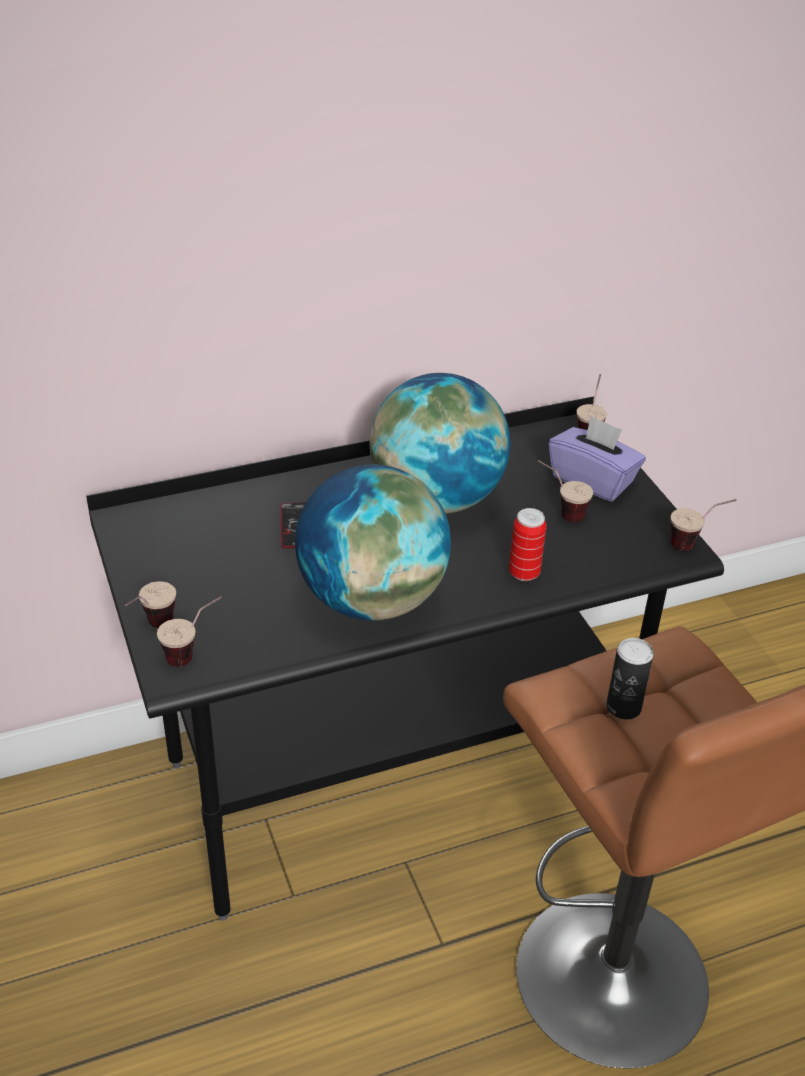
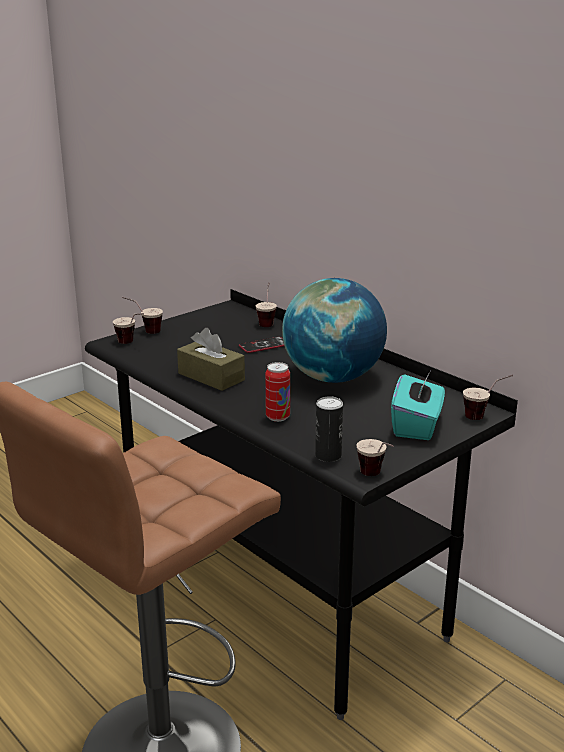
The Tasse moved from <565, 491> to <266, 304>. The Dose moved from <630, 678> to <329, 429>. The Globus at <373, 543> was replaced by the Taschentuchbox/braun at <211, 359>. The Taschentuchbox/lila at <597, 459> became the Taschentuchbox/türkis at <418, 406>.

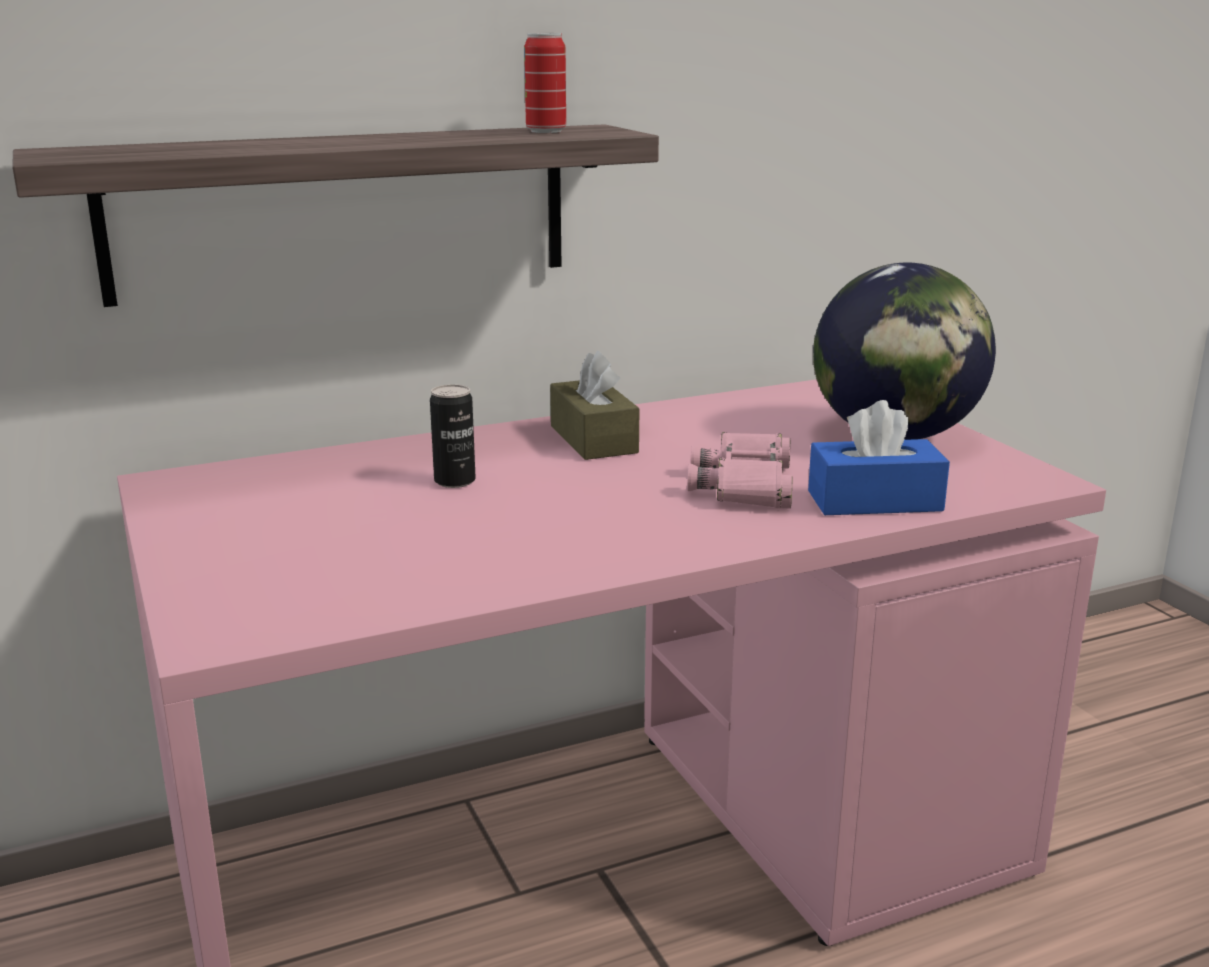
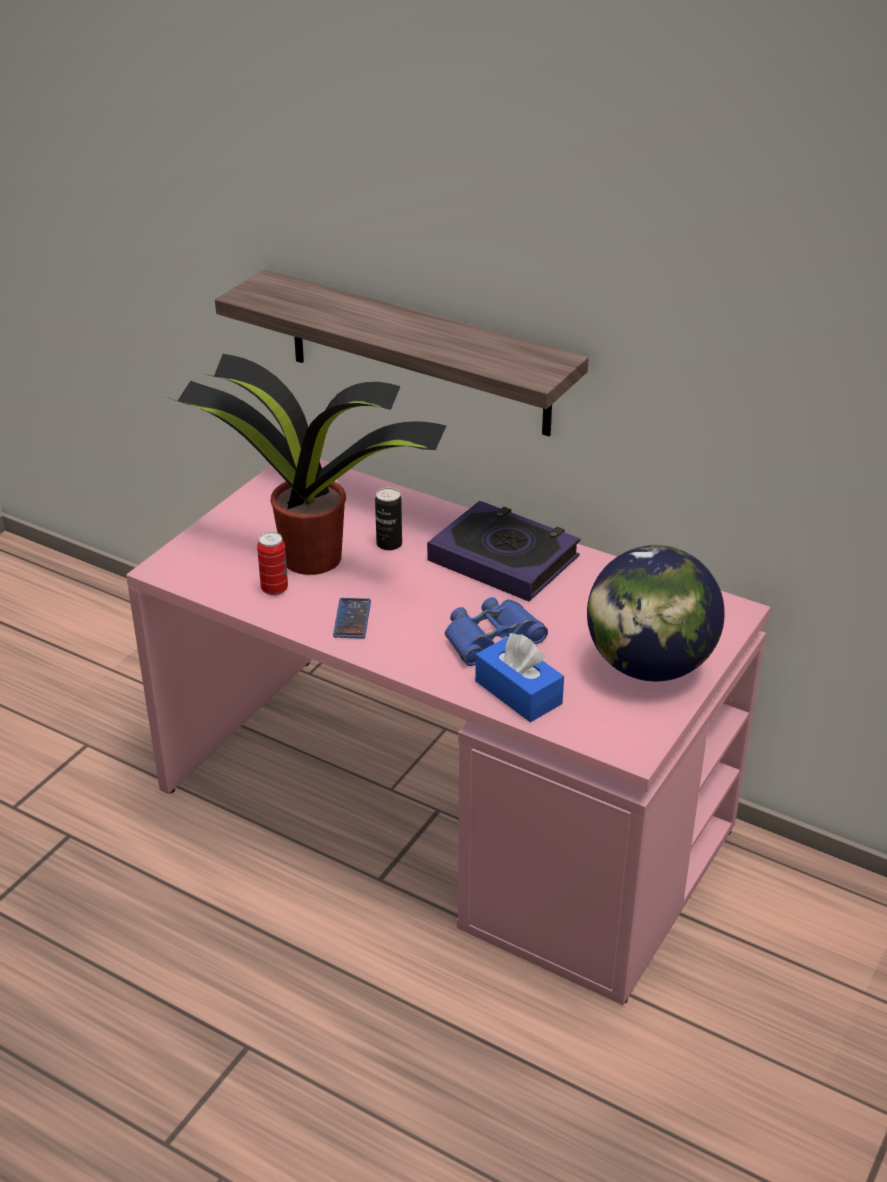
The Topfpflanze at <305, 464> appeared. The Handy at <352, 618> appeared. The Dose moved from <545, 83> to <272, 564>. The Taschentuchbox/braun at <594, 405> was replaced by the Buch at <504, 551>. The Fernglas/rosa at <739, 470> became the Fernglas/blau at <496, 631>.

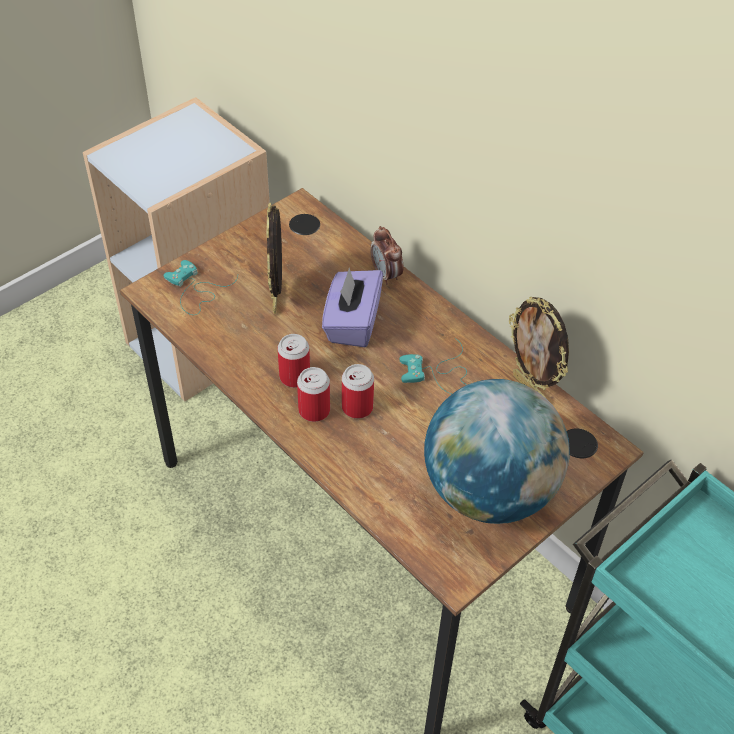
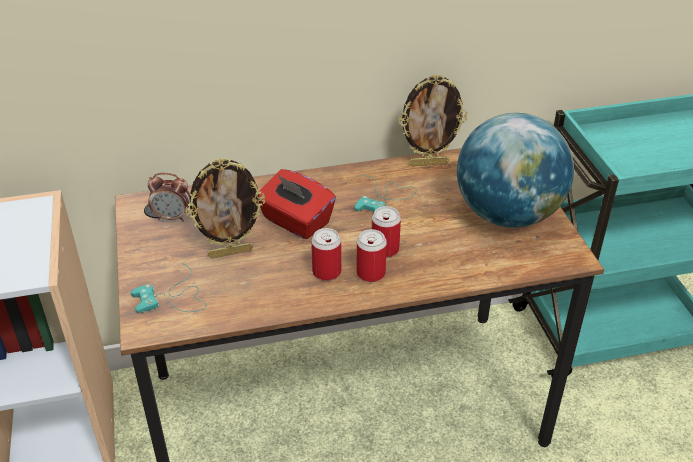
The Wecker moved from <387, 255> to <168, 197>. The Taschentuchbox/lila at <352, 307> became the Taschentuchbox/rot at <297, 204>. The Bilderrahmen at <274, 258> turned 45 degrees counterclockwise.

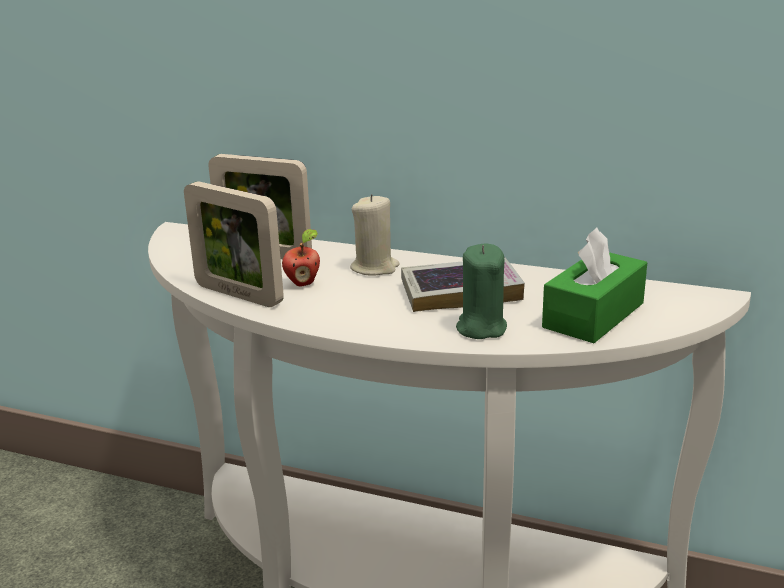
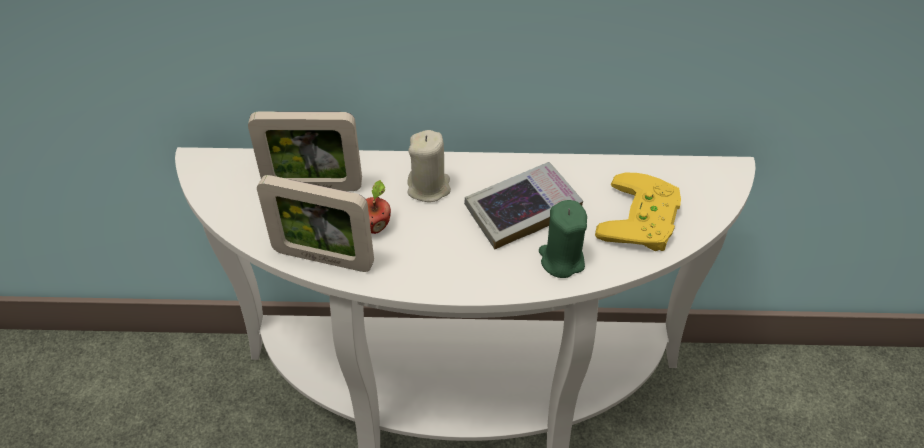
The Taschentuchbox/grün at <594, 285> was replaced by the Gamepad/gelb at <638, 211>.

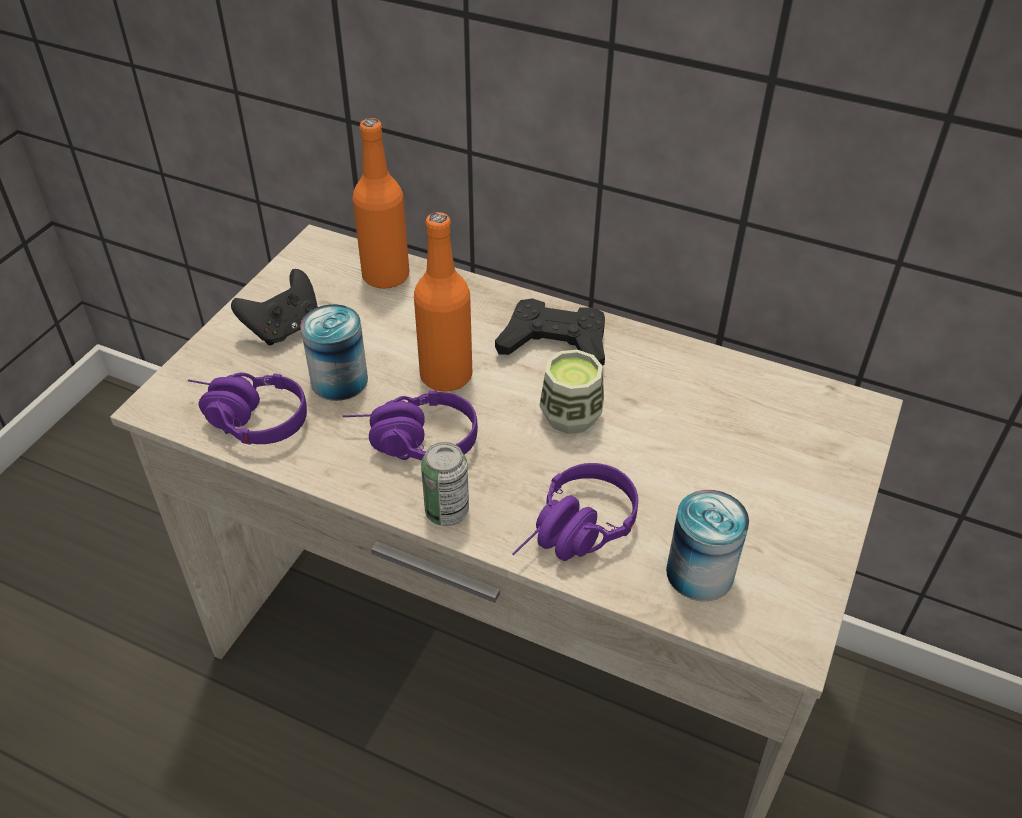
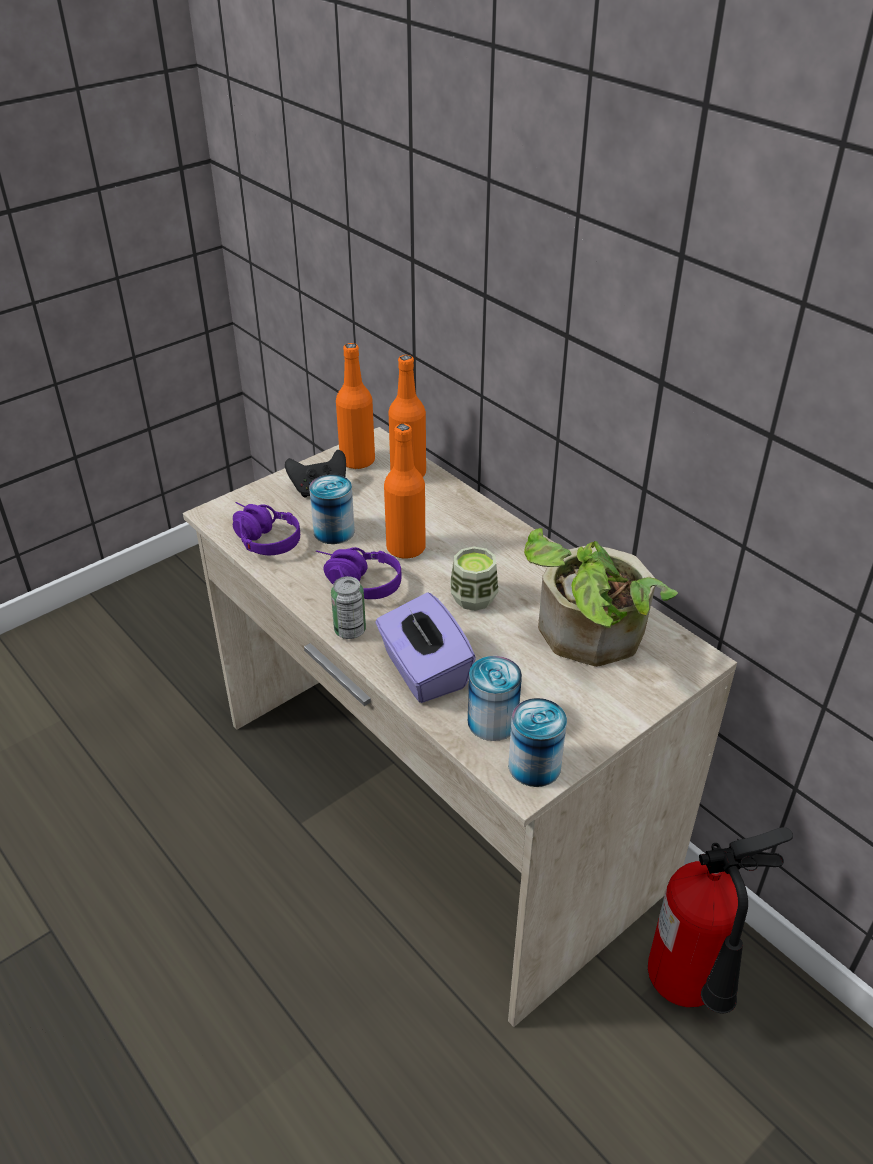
The Gamepad/schwarz at <550, 332> disappeared. The Flasche/orange at <355, 406> appeared. The Dose at <537, 742> appeared. The Topfpflanze at <601, 597> appeared. The Feuerlöscher at <720, 920> appeared. The Kopfhörer/lila at <575, 512> was replaced by the Taschentuchbox/lila at <425, 647>.

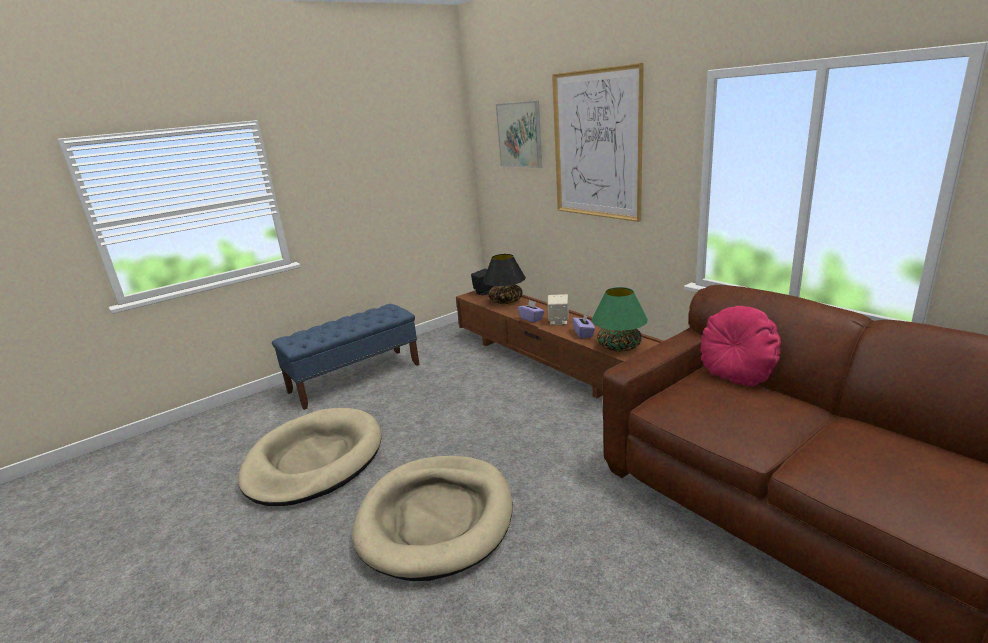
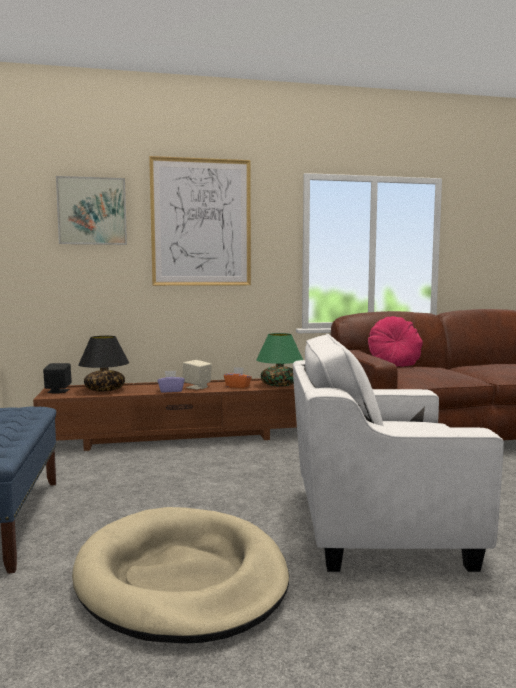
The Hundebett/beige at <432, 518> was replaced by the Sessel/weiß at <398, 453>. The Taschentuchbox/lila at <583, 326> became the Taschentuchbox/orange at <238, 377>.

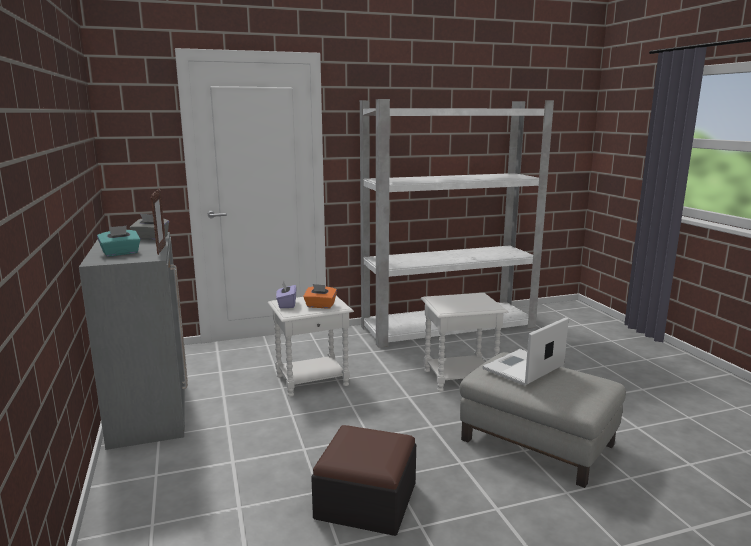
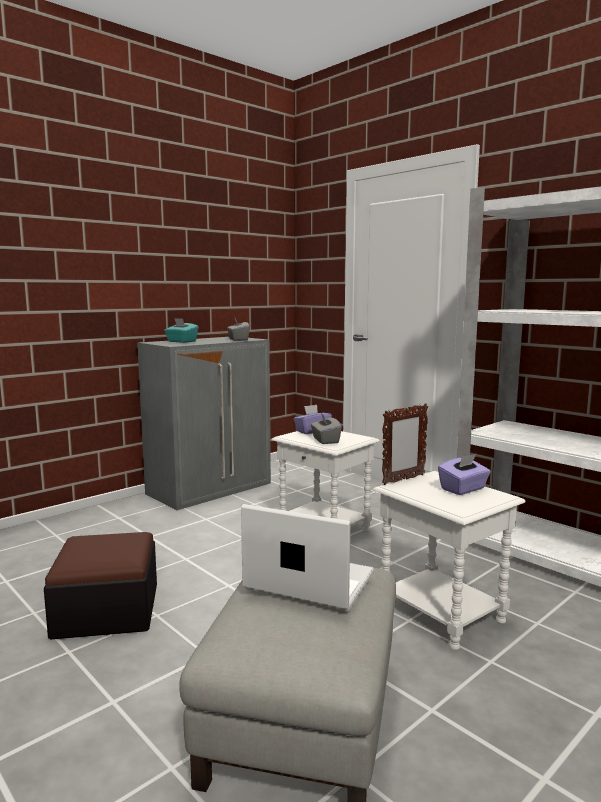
The Taschentuchbox/lila at <464, 474> appeared. The Bilderrahmen moved from <158, 221> to <405, 444>. The Taschentuchbox/orange at <320, 296> became the Taschentuchbox/grau at <326, 428>.

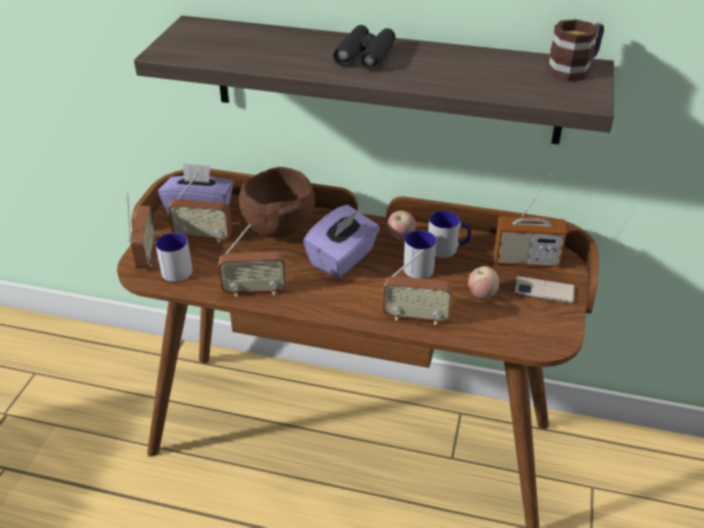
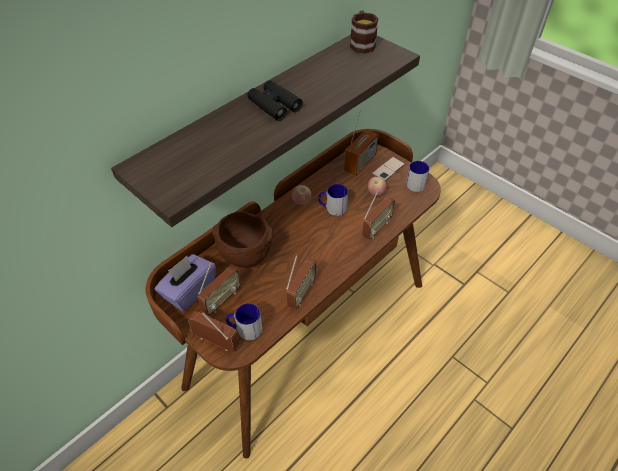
The Taschentuchbox/lila at <341, 241> disappeared. The Henkelbecher moved from <449, 234> to <417, 176>.

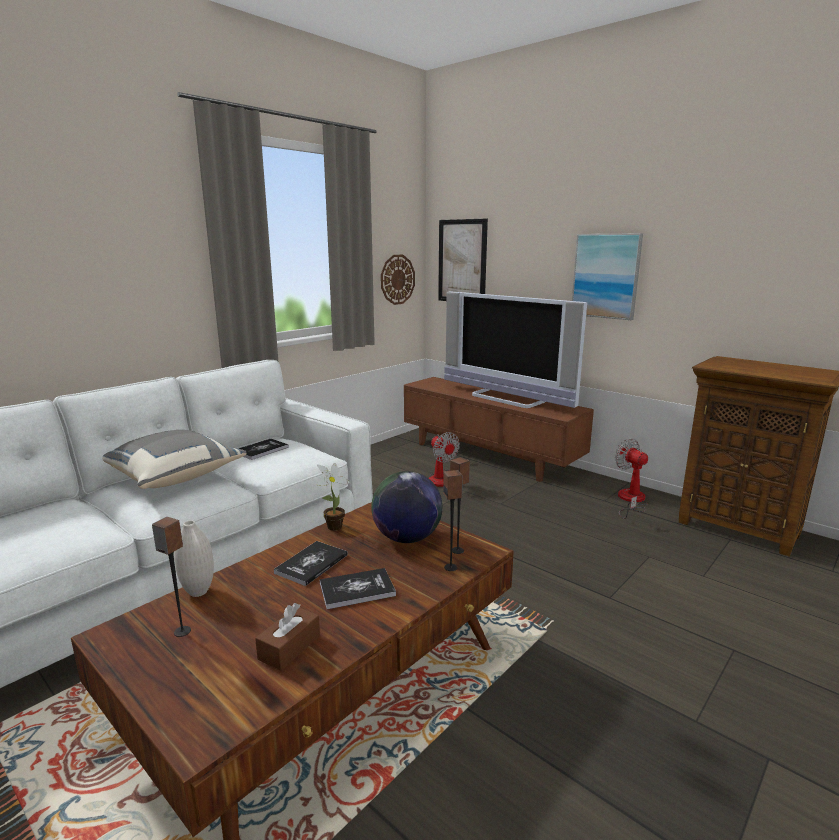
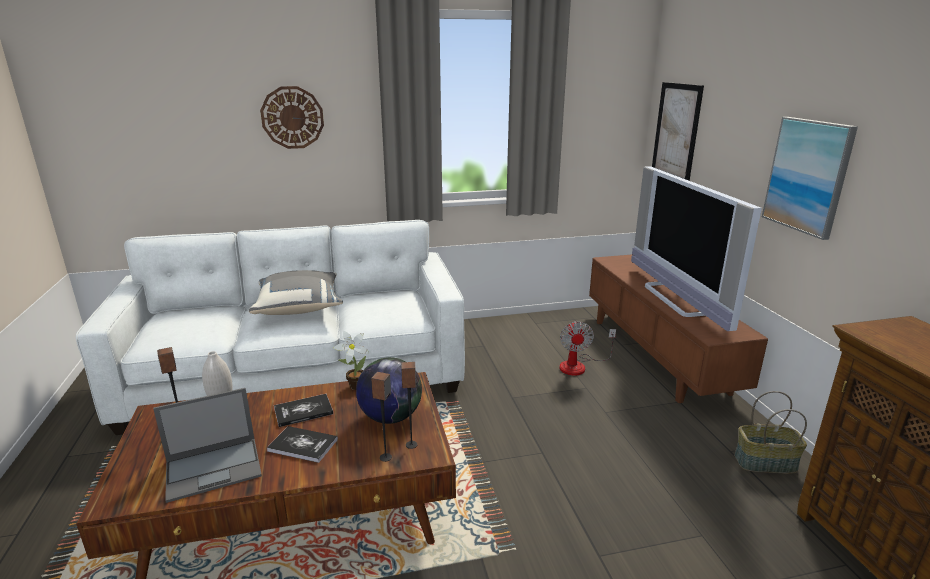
The Buch at <264, 449> disappeared. The Wanduhr moved from <398, 280> to <292, 117>. The Taschentuchbox/braun at <287, 637> was replaced by the Laptop at <207, 445>. The Ventilator at <631, 478> was replaced by the Korb at <770, 432>.

